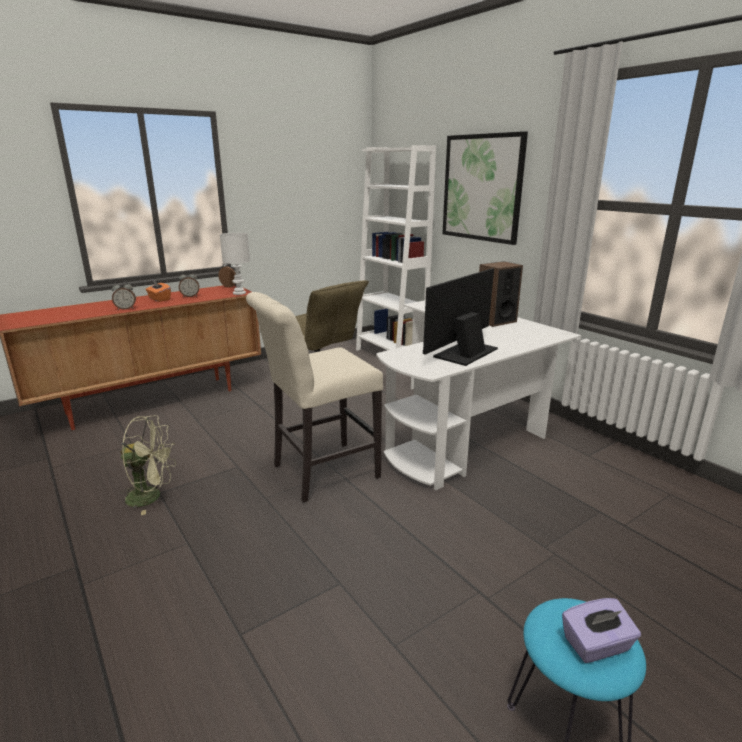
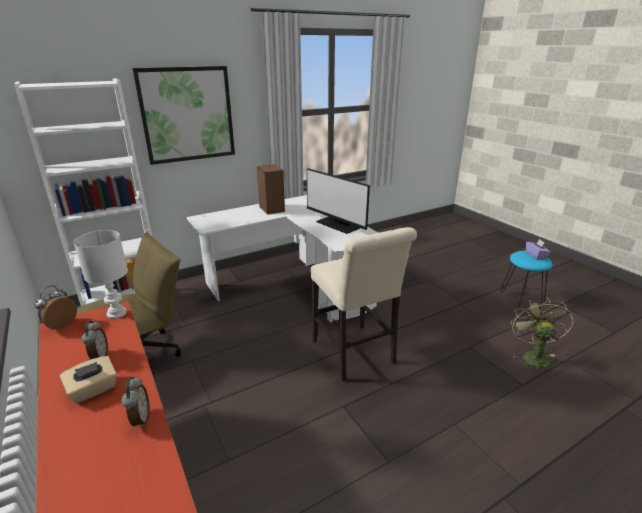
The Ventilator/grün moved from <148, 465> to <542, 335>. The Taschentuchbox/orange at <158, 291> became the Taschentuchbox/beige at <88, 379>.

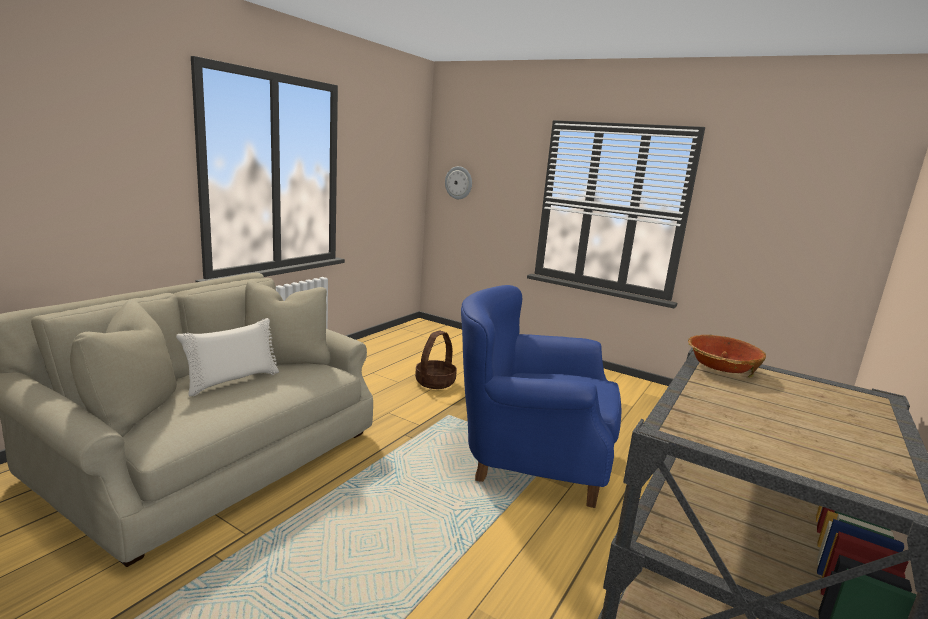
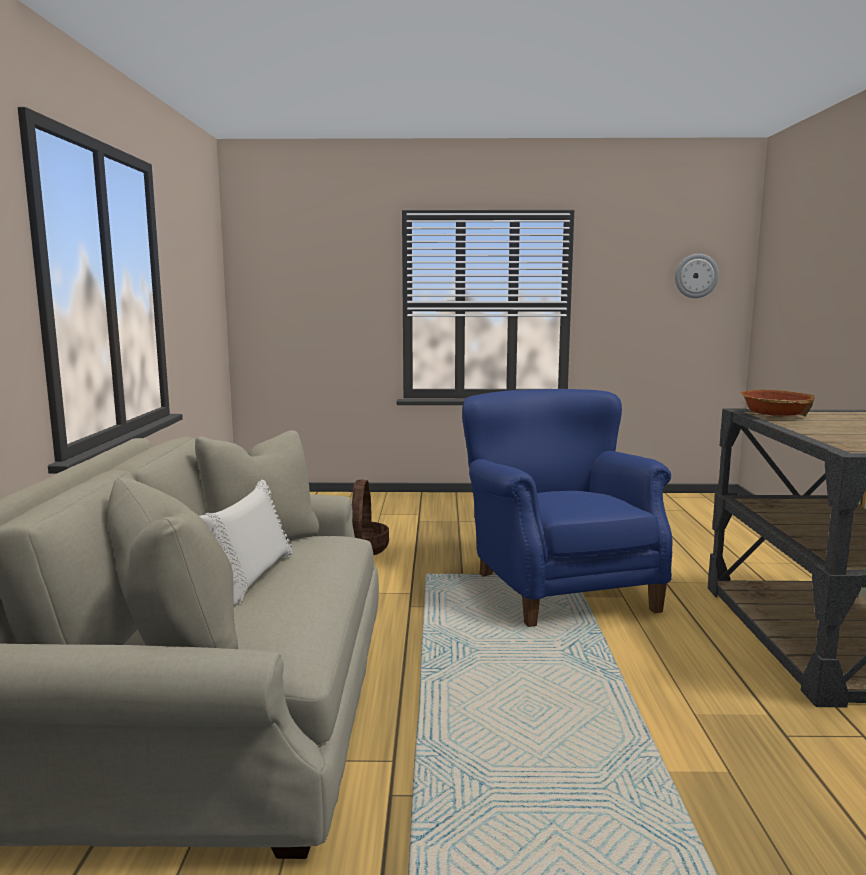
The Wanduhr moved from <458, 182> to <697, 276>. The Sessel/blau at <541, 396> turned 90 degrees clockwise.

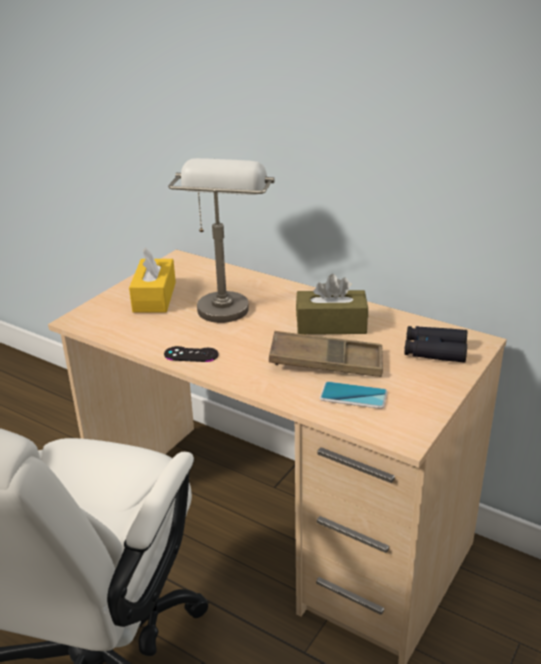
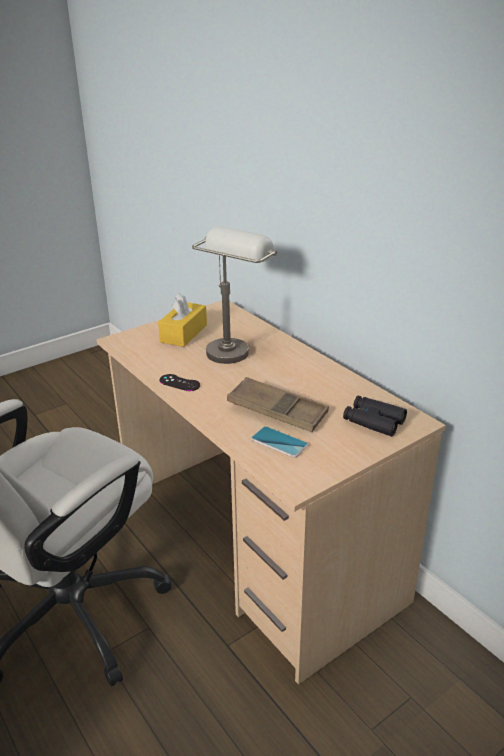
The Taschentuchbox/braun at <332, 304> disappeared.

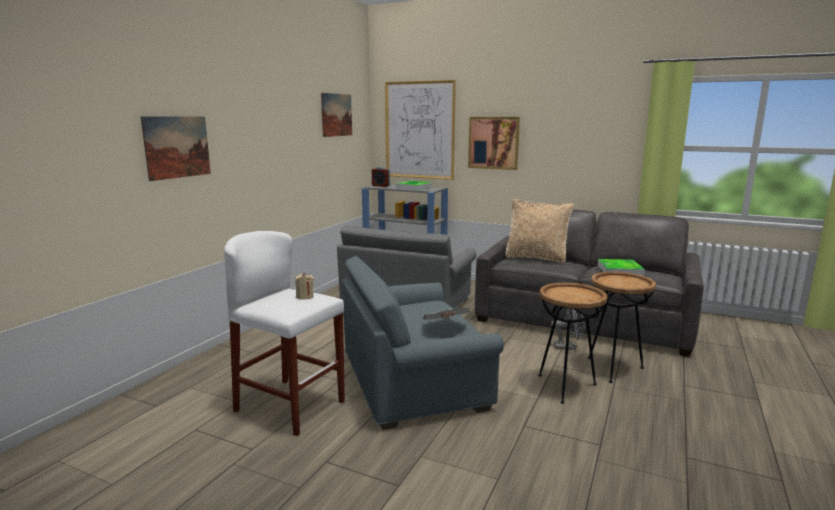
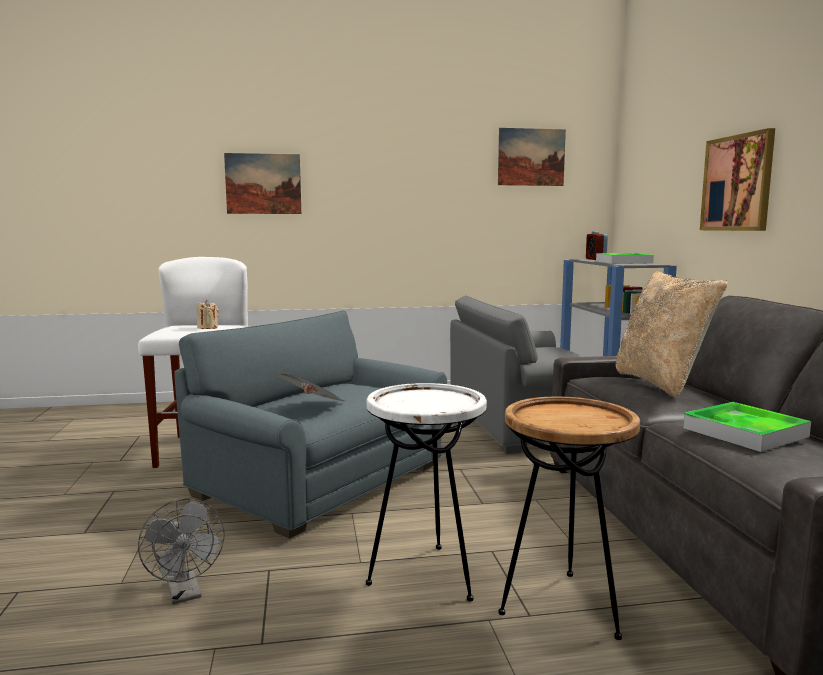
The Bild at <420, 130> disappeared. The Ventilator/grau moved from <568, 329> to <181, 551>. The Beistelltisch/braun at <572, 343> became the Beistelltisch/weiß at <426, 492>.

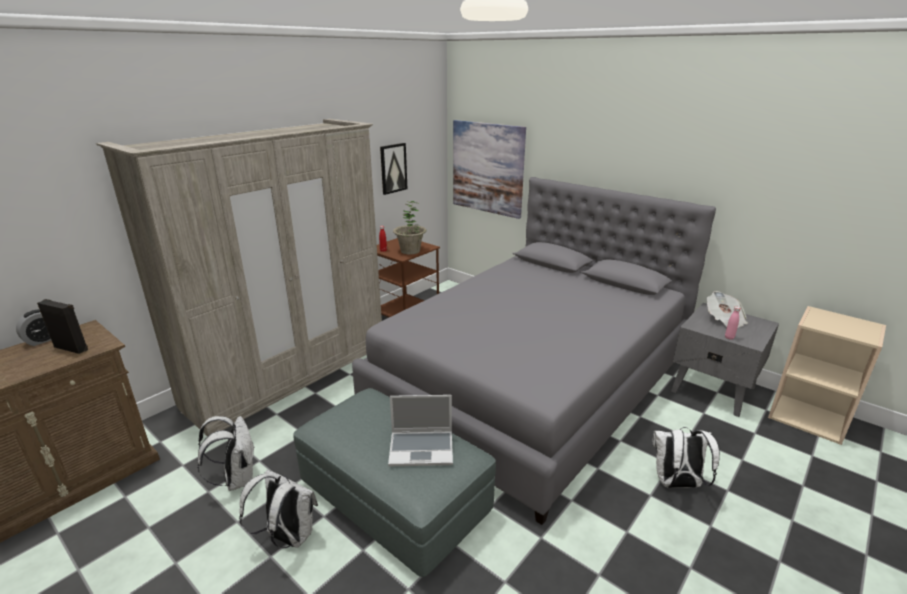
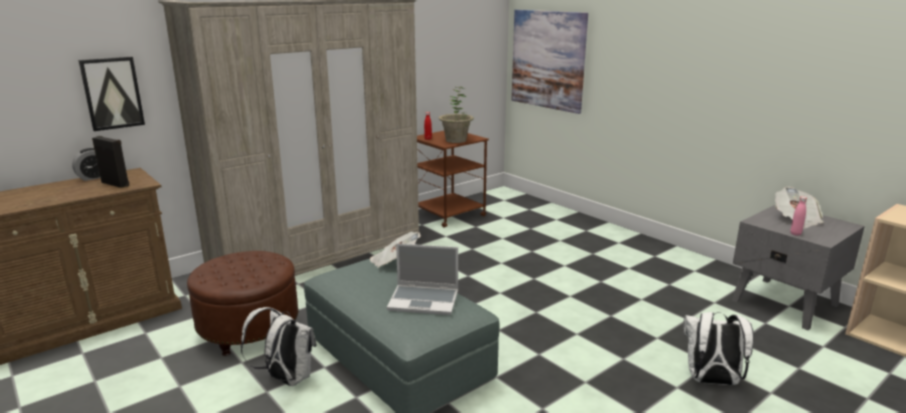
The Bett/grau at <534, 351> disappeared. The Zeitung at <395, 249> appeared. The Bild moved from <393, 169> to <111, 94>. The Rucksack/weiß at <225, 453> was replaced by the Polsterhocker/braun at <242, 303>.

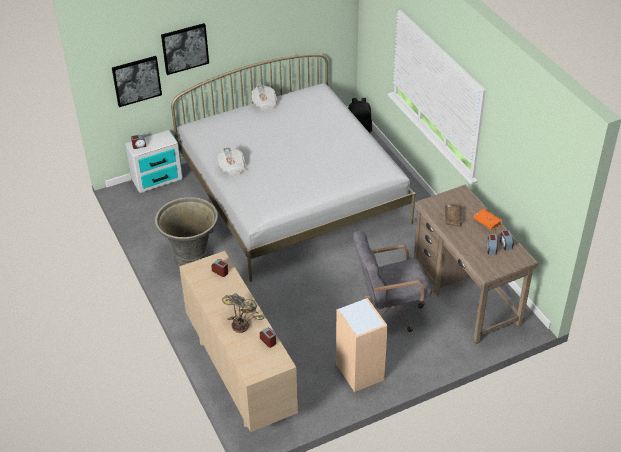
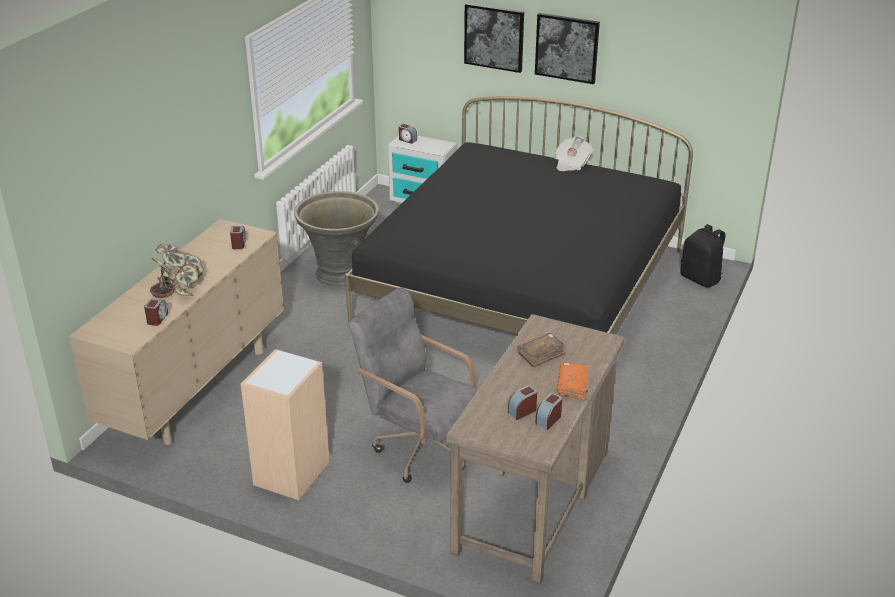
The Zeitung at <232, 162> disappeared. The Bild moved from <137, 81> to <567, 48>. The Bett/weiß at <293, 168> became the Bett/schwarz at <519, 215>.

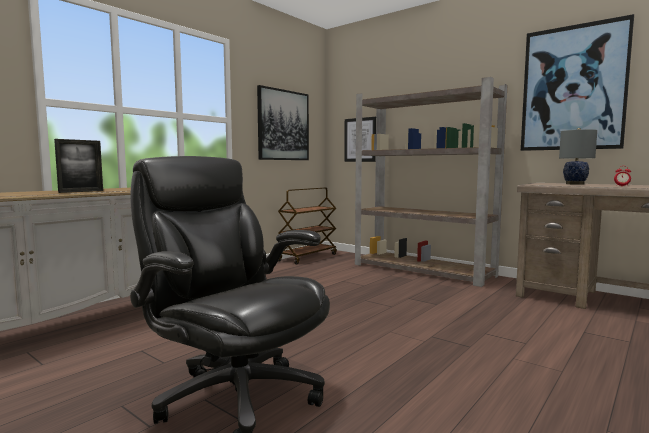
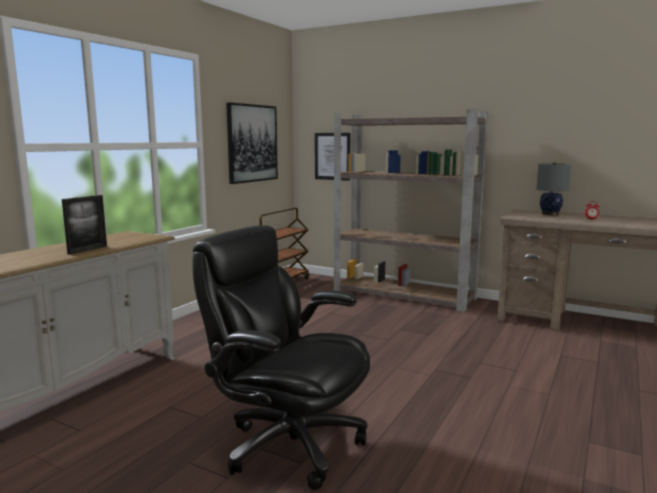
The Bild at <577, 82> disappeared.

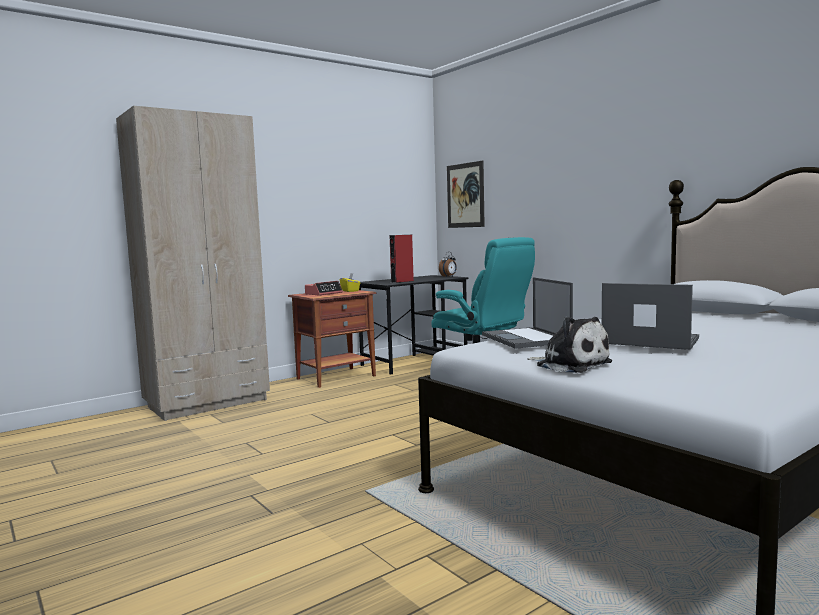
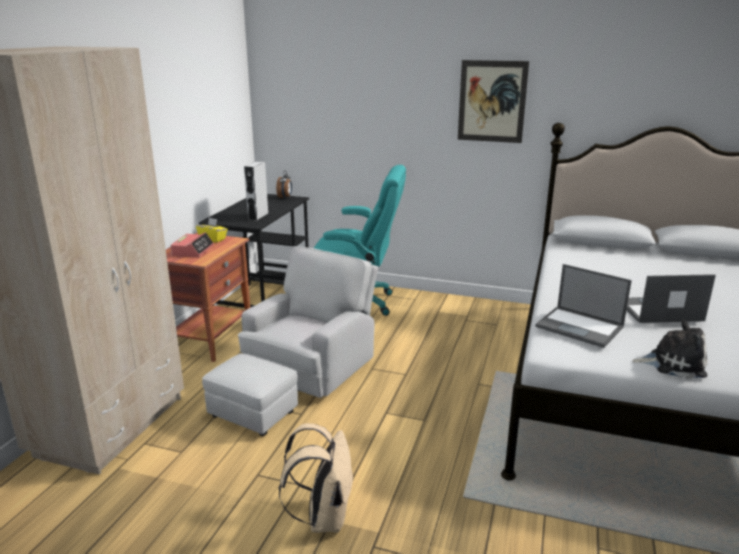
The Sessel/weiß at <290, 341> appeared. The Rucksack/beige at <316, 478> appeared. The Bild moved from <466, 194> to <493, 101>. The Lautsprecher/rot at <401, 259> became the Lautsprecher/grau at <256, 191>.

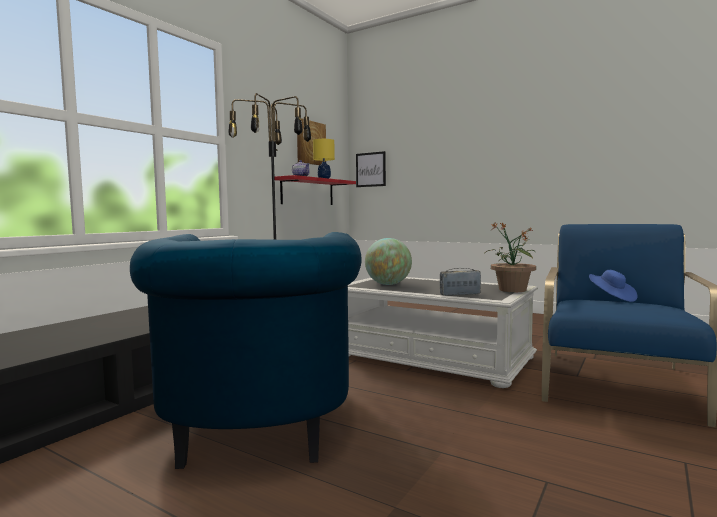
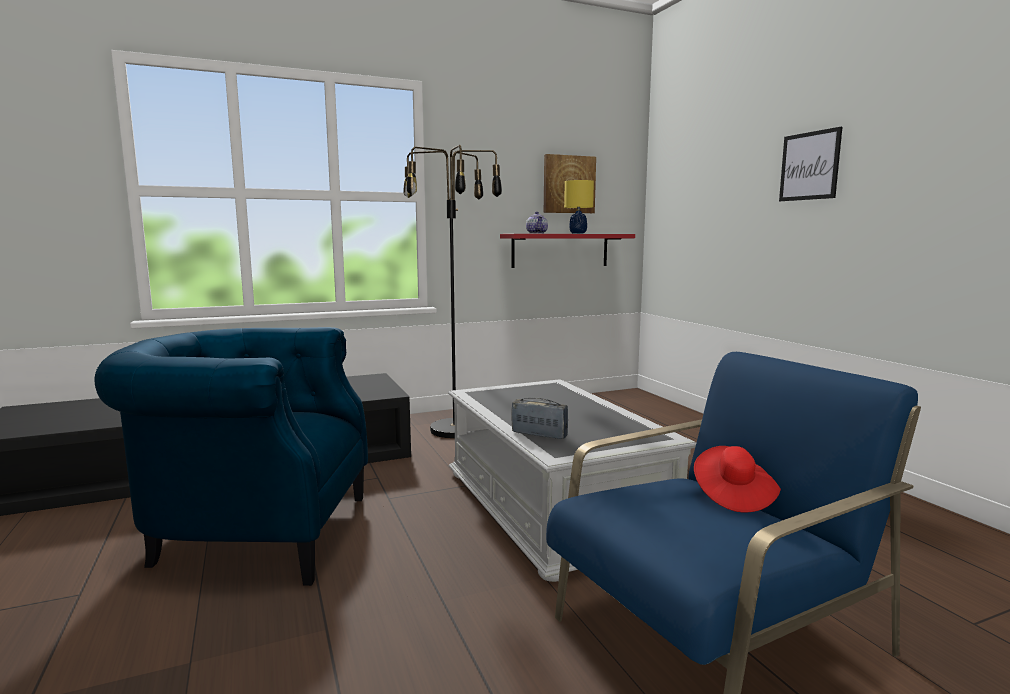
The Globus at <388, 261> disappeared. The Topfpflanze at <511, 257> disappeared. The Bild moved from <371, 169> to <810, 164>. The Hut/blau at <613, 286> became the Hut/rot at <737, 479>. The Sessel/blau at <246, 350> turned 60 degrees clockwise.

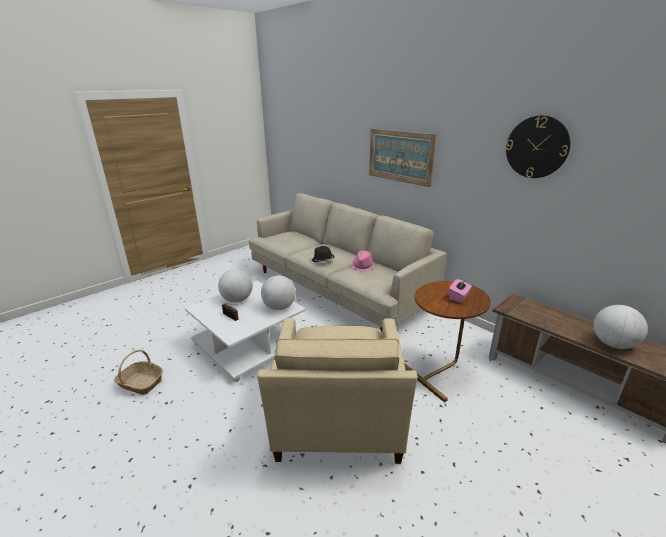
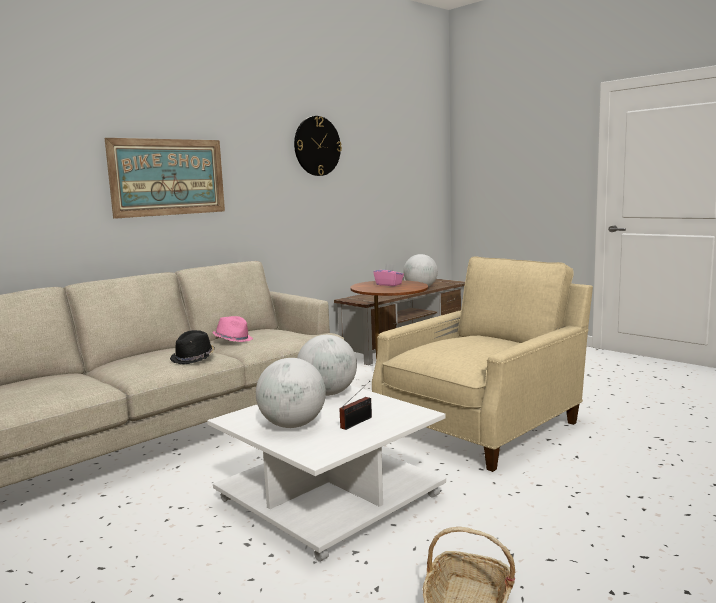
The Sessel/beige at <337, 391> turned 45 degrees counterclockwise.

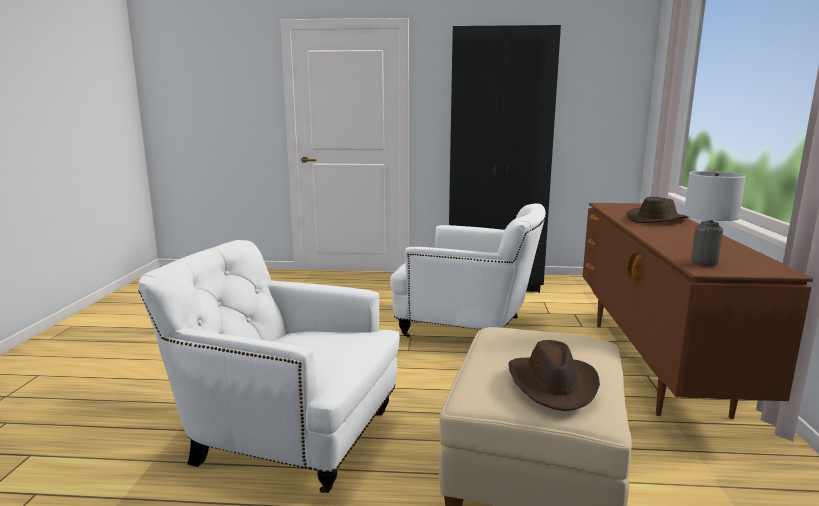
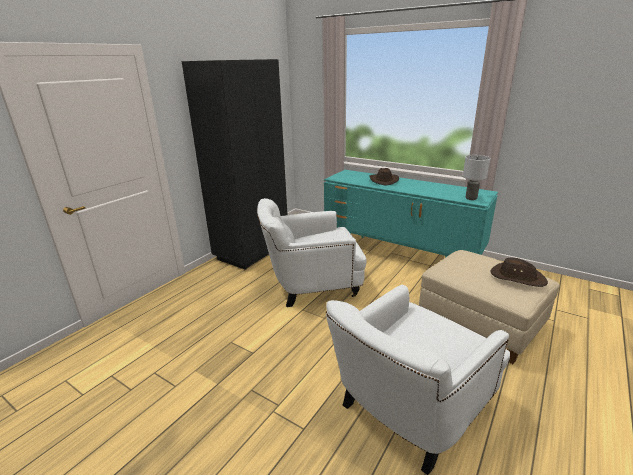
The Kommode/braun at <698, 311> became the Kommode/türkis at <411, 214>. The Sessel/weiß at <468, 270> turned 150 degrees counterclockwise.

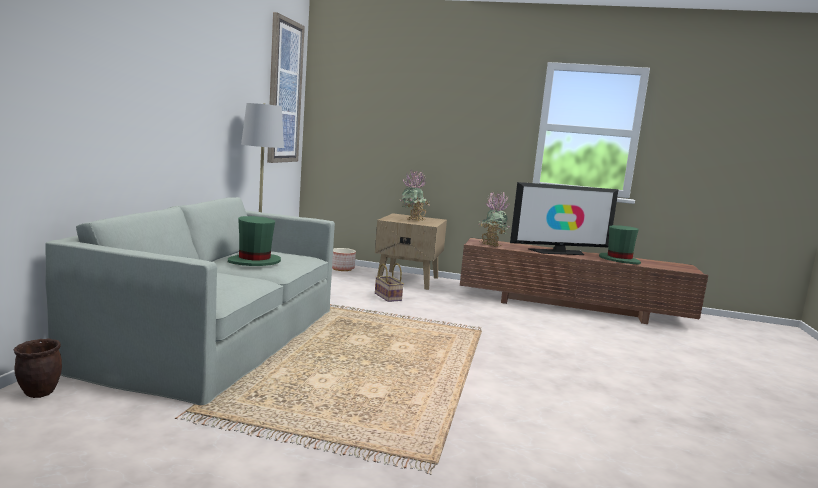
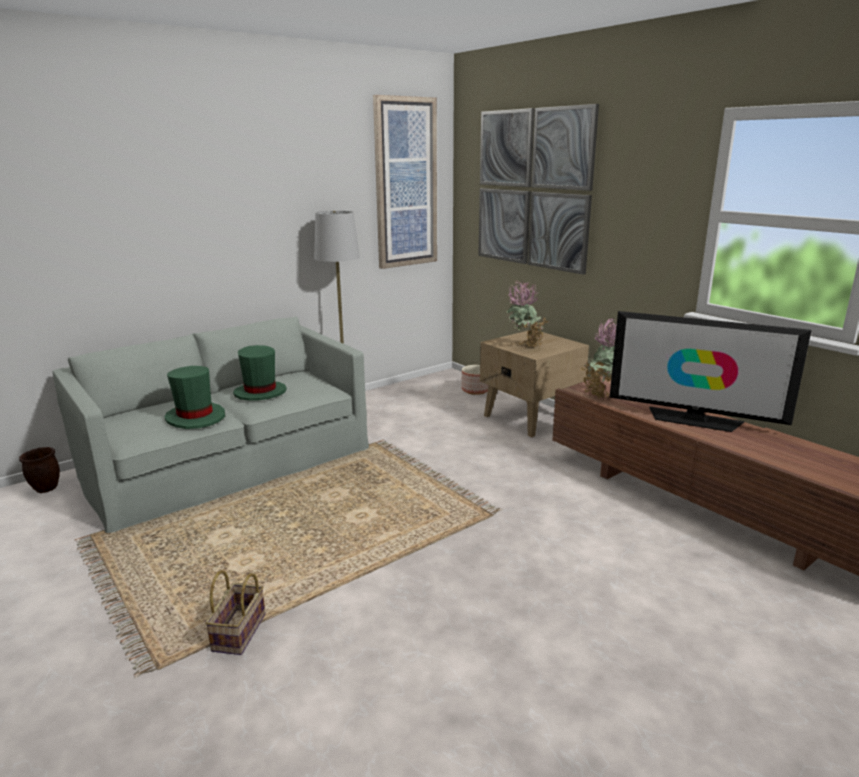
The Bild at <538, 189> appeared. The Korb moved from <389, 282> to <235, 612>. The Hut/grün moved from <620, 245> to <195, 397>.

